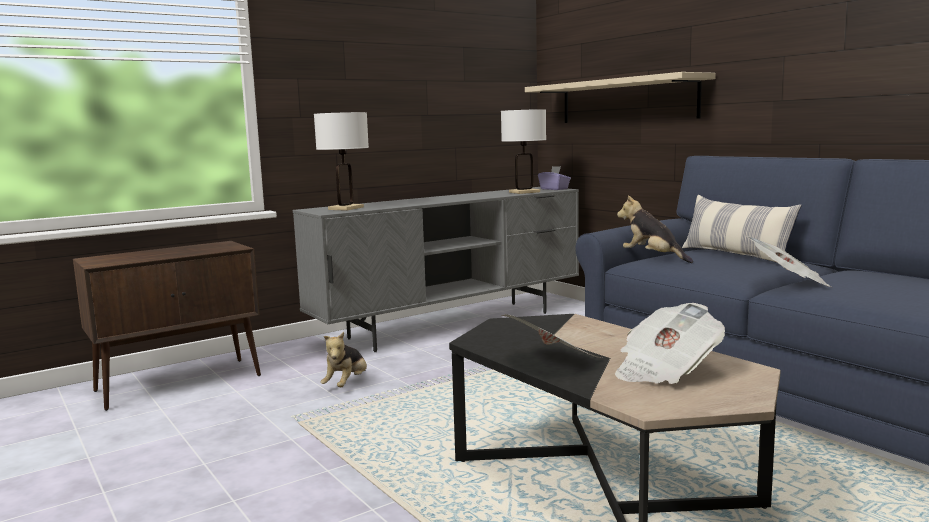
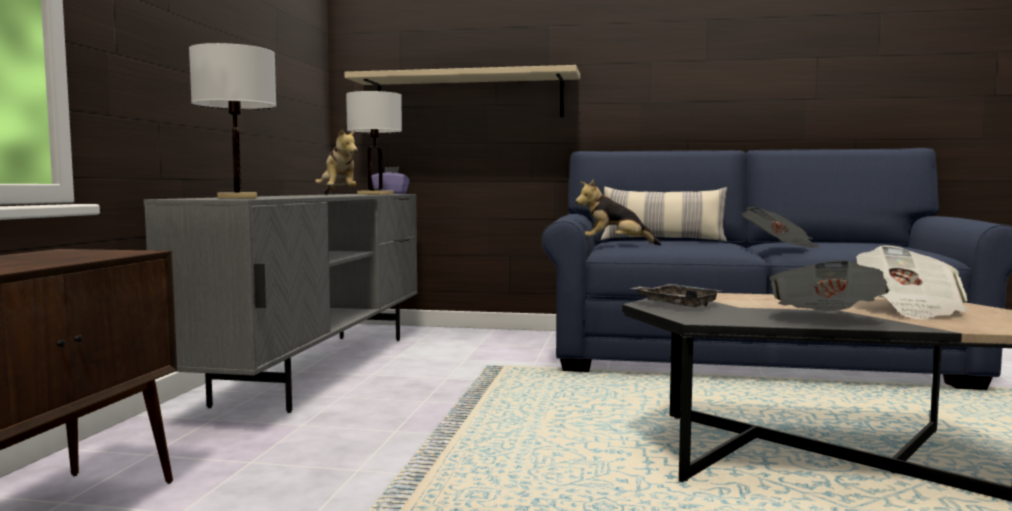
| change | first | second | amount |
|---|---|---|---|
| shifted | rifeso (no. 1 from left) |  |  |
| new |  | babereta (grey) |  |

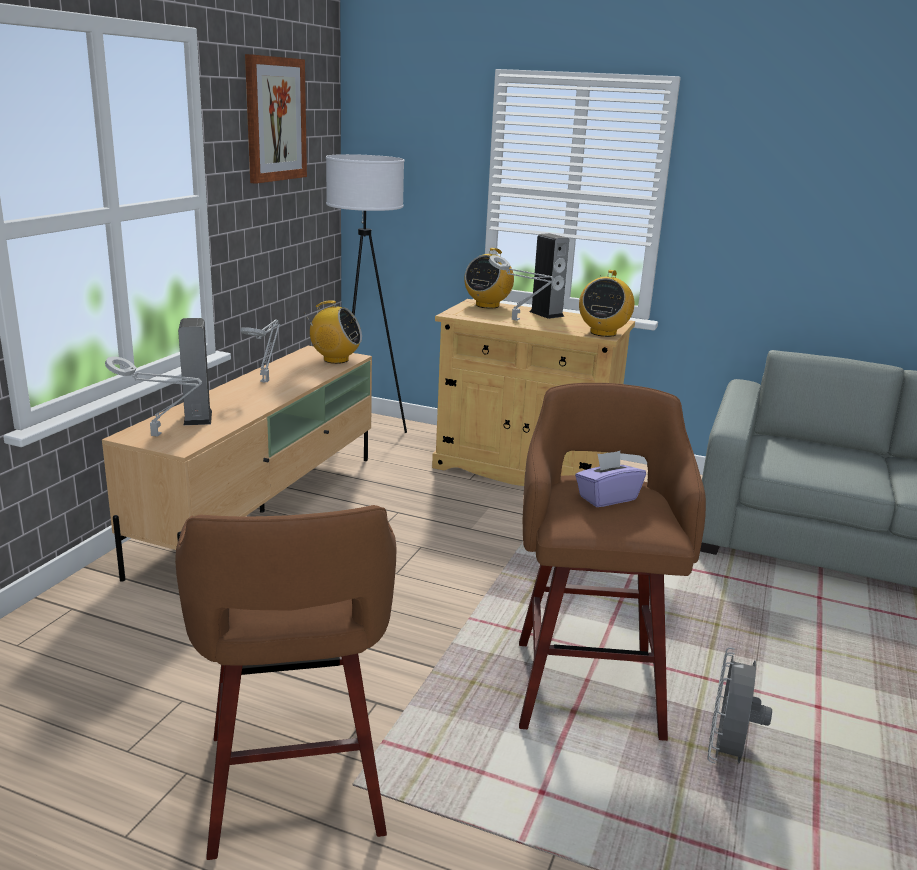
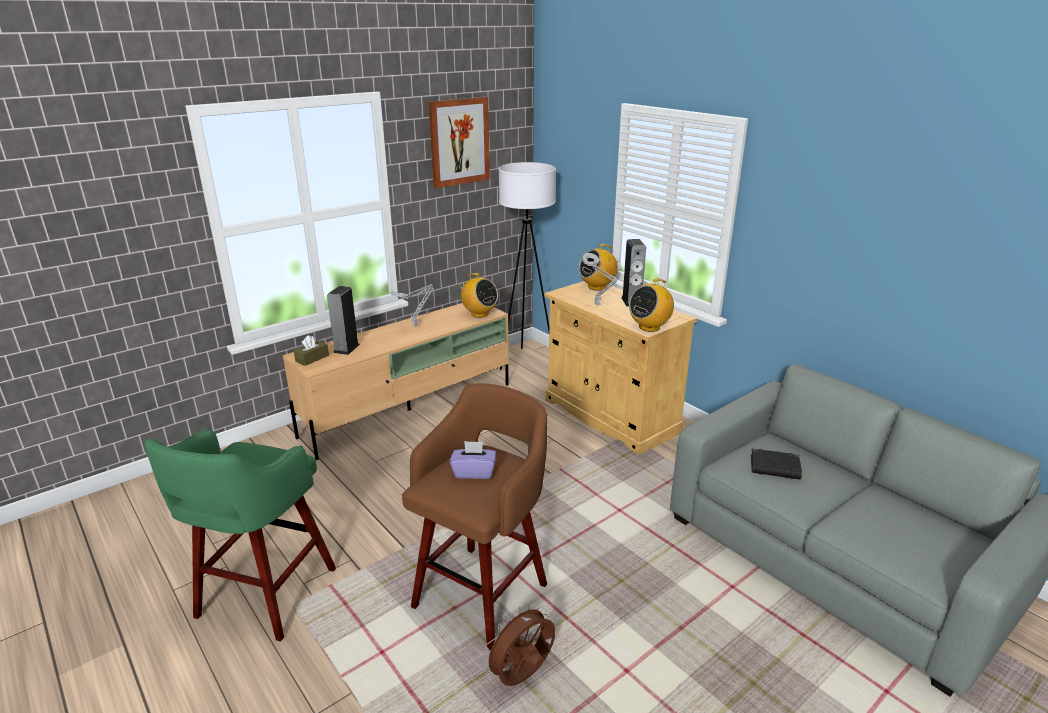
| change | first | second | amount |
|---|---|---|---|
| swapped | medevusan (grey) (no. 1 from left) | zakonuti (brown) |  |
| repainted | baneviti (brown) (no. 1 from left) | baneviti (green) |  |
| repainted | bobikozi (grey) | bobikozi (brown) |  |
| new |  | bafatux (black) |  |

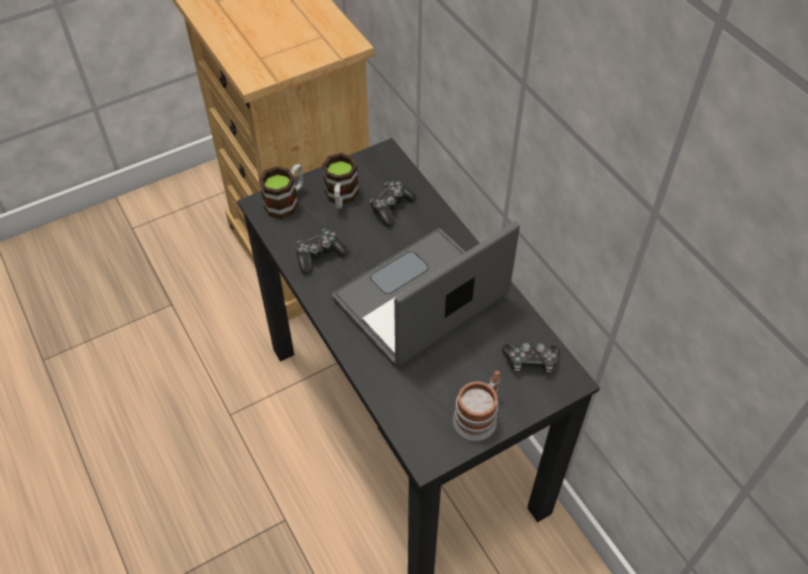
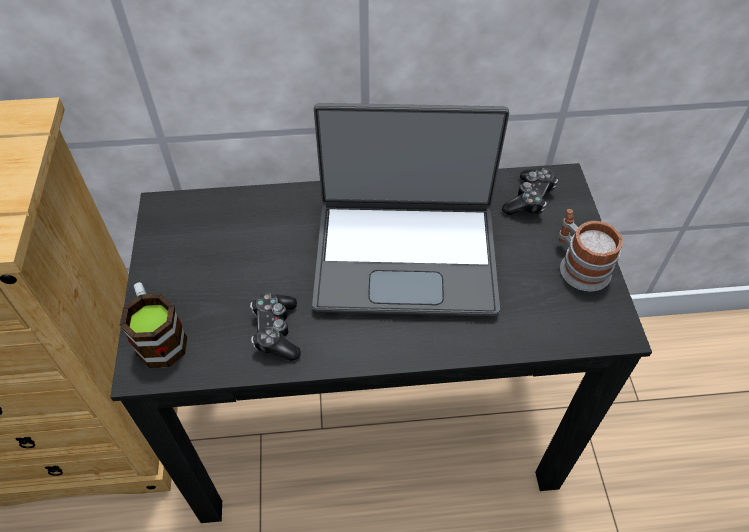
| change | first | second | amount |
|---|---|---|---|
| gone | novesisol (no. 2 from left) |  |  |
| gone | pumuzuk (no. 2 from left) |  |  |
| rotated | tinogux |  | 75 degrees counterclockwise |

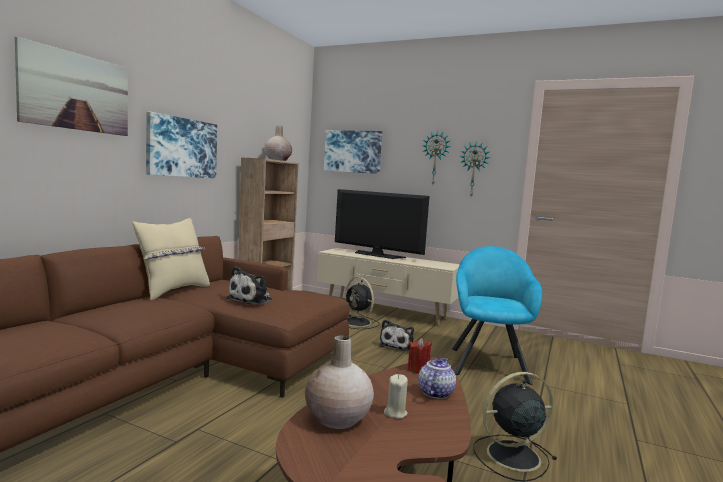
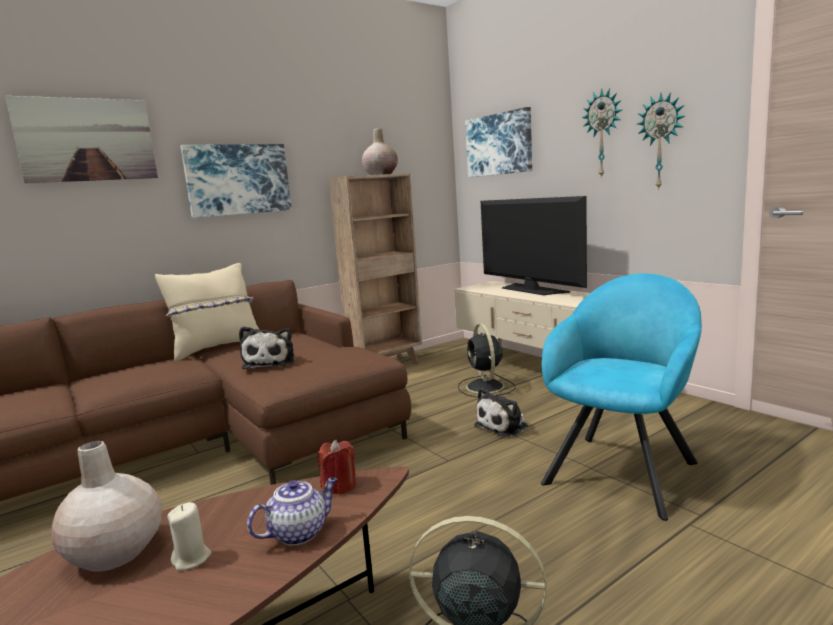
| change | first | second | amount |
|---|---|---|---|
| rotated | rifeso (no. 1 from left) |  | 60 degrees counterclockwise |

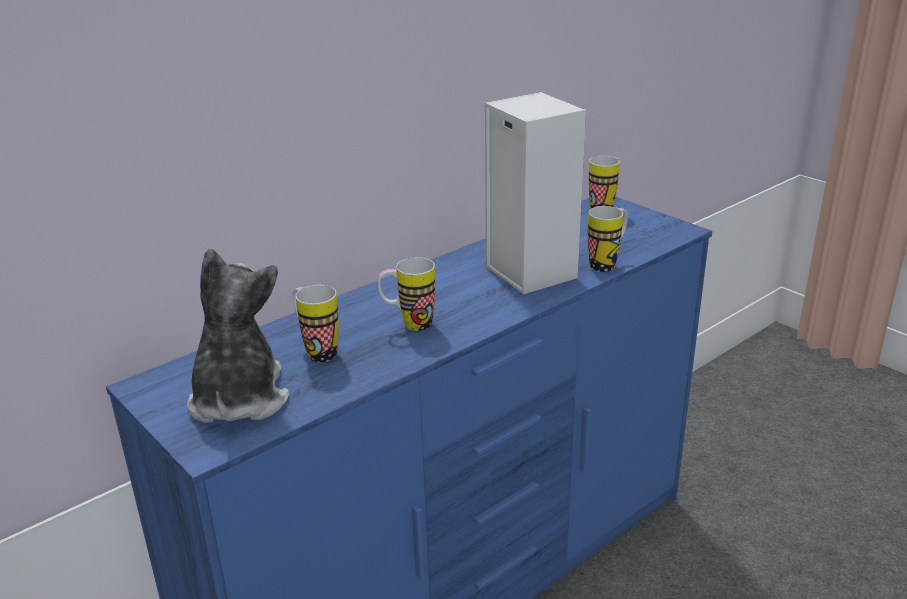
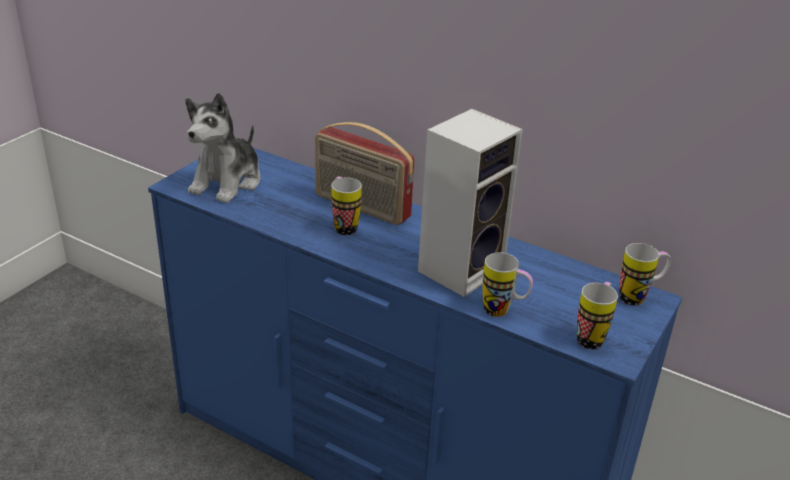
| change | first | second | amount |
|---|---|---|---|
| rotated | rifeso |  | 135 degrees clockwise |
| shifted | novesisol (no. 1 from left in the first image) | novesisol (no. 3 from left) |  |
| new |  | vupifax |  |

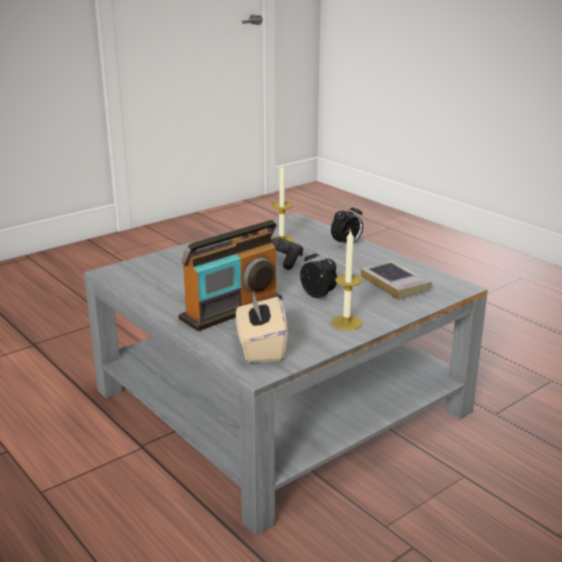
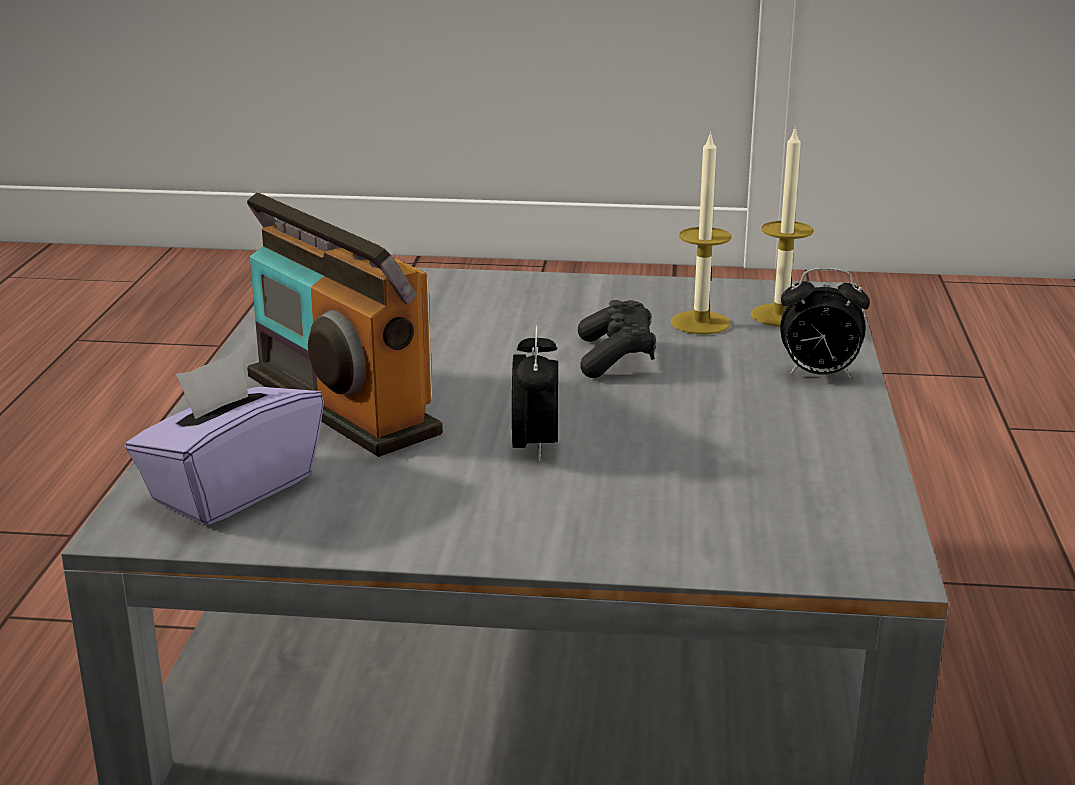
| change | first | second | amount |
|---|---|---|---|
| rotated | vupifax |  | 45 degrees clockwise |
| shifted | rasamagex (no. 2 from left) |  |  |
| gone | bafatux |  |  |
| repainted | zakonuti (beige) | zakonuti (purple) |  |

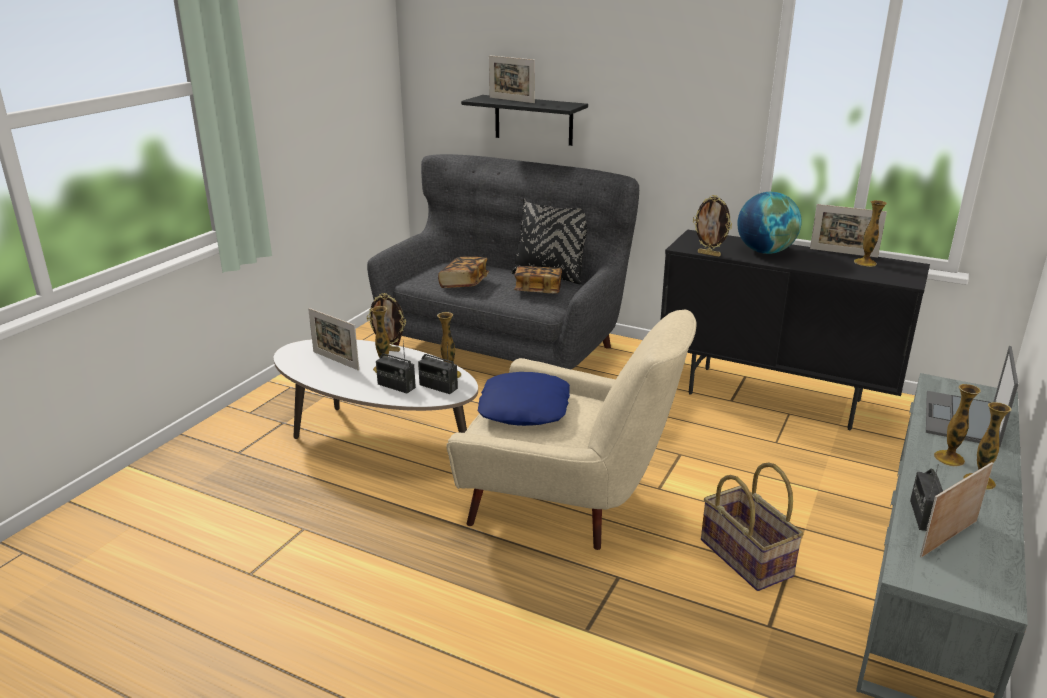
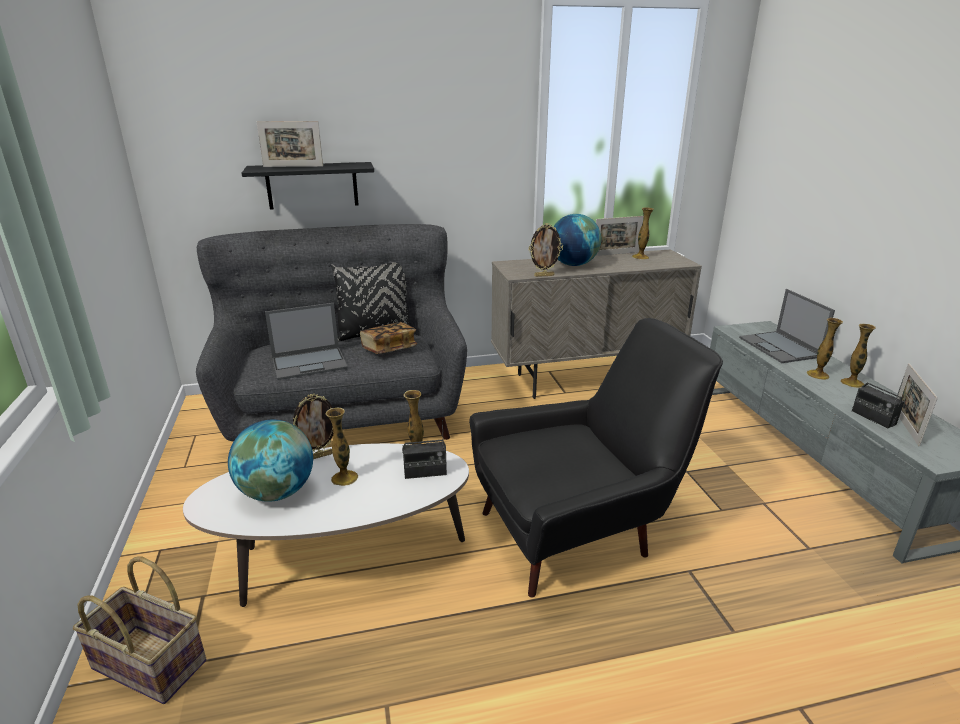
| change | first | second | amount |
|---|---|---|---|
| repainted | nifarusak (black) | nifarusak (beige) |  |
| swapped | bafatux (no. 1 from left) | tinogux (no. 1 from left) |  |
| swapped | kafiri (no. 1 from left) | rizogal (no. 1 from left) |  |
| repainted | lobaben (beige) | lobaben (black) |  |
| gone | vupifax (no. 1 from left) |  |  |
| gone | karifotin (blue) |  |  |
| shifted | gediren |  |  |

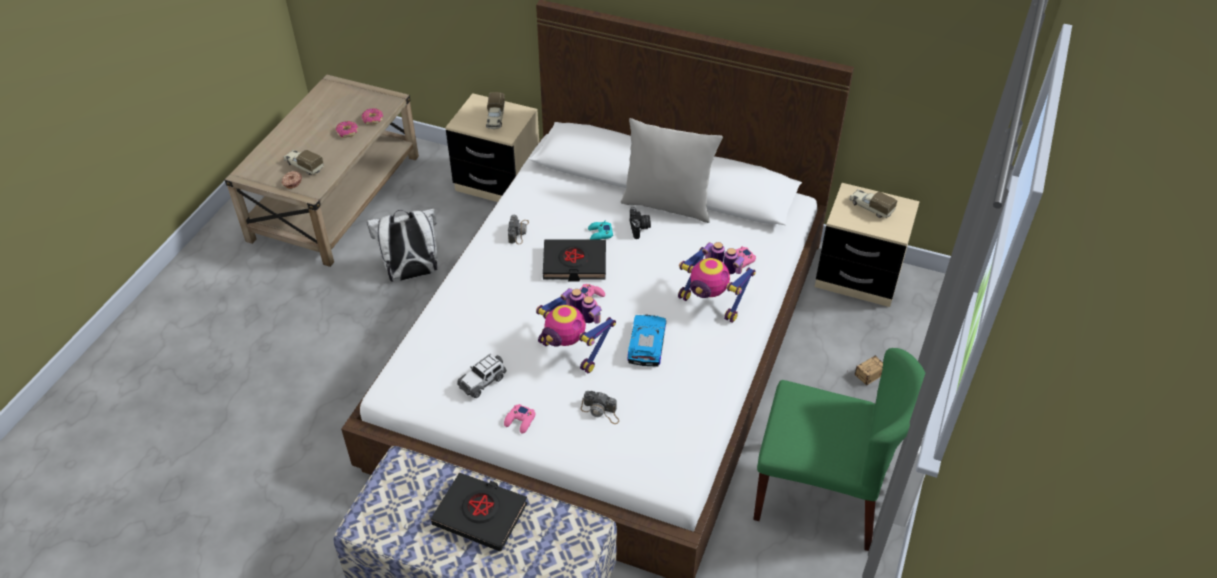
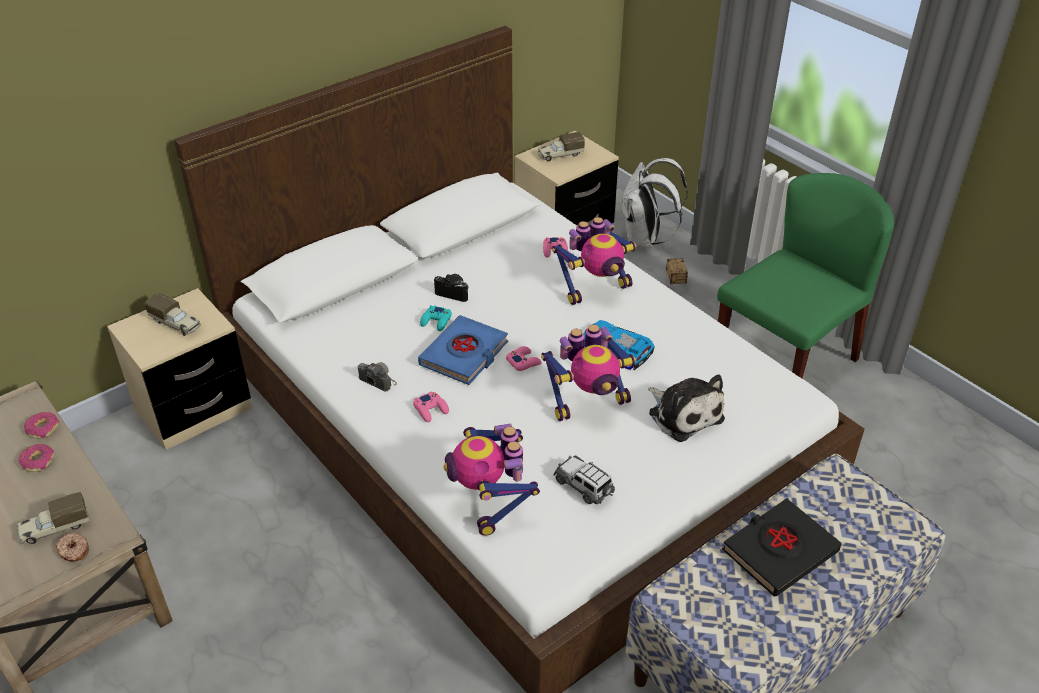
| change | first | second | amount |
|---|---|---|---|
| gone | karifotin (grey) |  |  |
| shifted | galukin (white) |  |  |
| repainted | bafatux (black) (no. 2 from left) | bafatux (blue) |  |
| rotated | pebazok (no. 1 from left) |  | 150 degrees clockwise |
| swapped | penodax (no. 2 from left) | rifeso |  |
| shifted | pumuzuk (pink) (no. 1 from left) |  |  |
| new |  | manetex (no. 1 from left) |  |

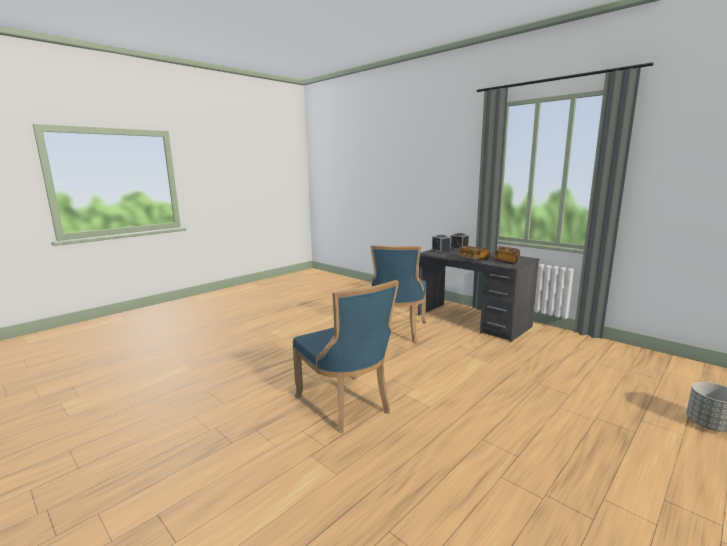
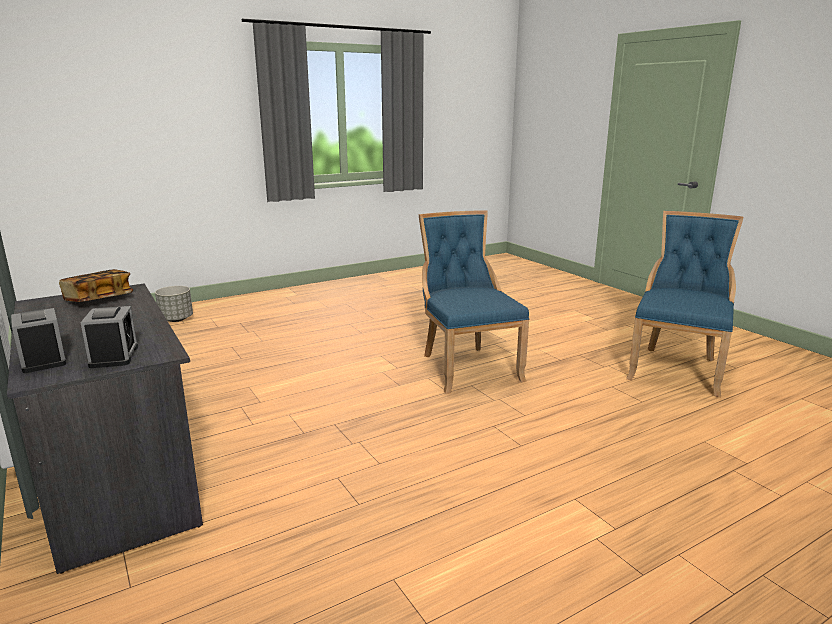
| change | first | second | amount |
|---|---|---|---|
| shifted | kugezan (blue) (no. 2 from left) |  |  |
| gone | bafatux (no. 1 from left) |  |  |

